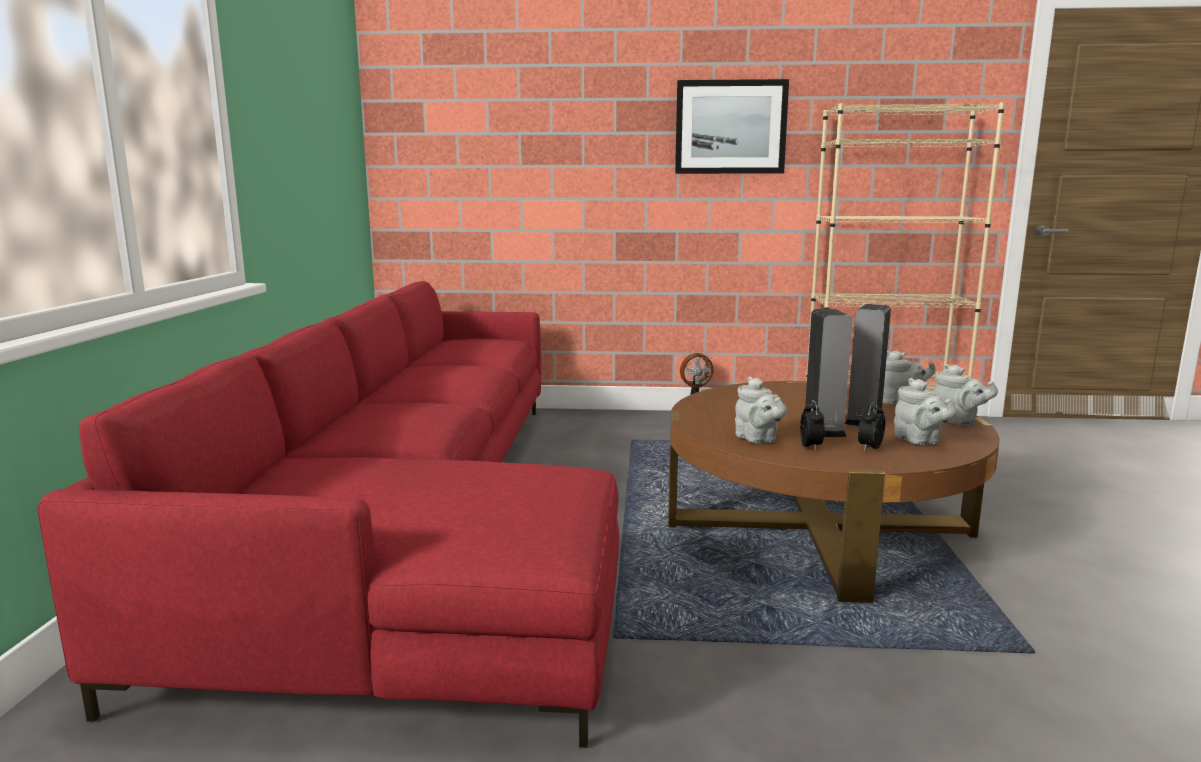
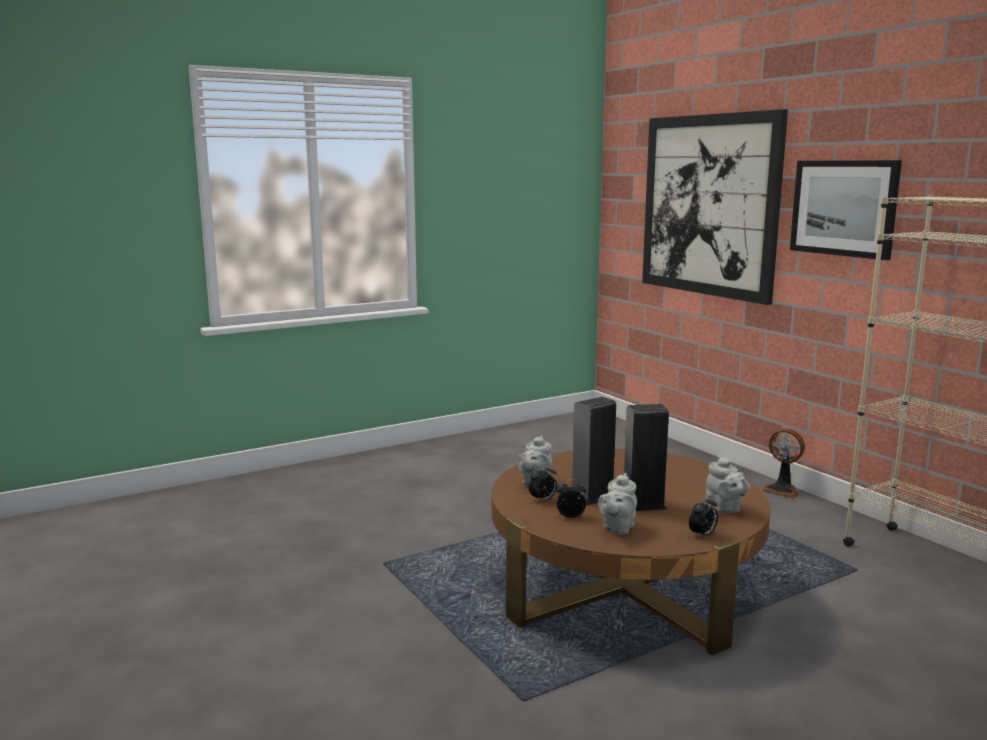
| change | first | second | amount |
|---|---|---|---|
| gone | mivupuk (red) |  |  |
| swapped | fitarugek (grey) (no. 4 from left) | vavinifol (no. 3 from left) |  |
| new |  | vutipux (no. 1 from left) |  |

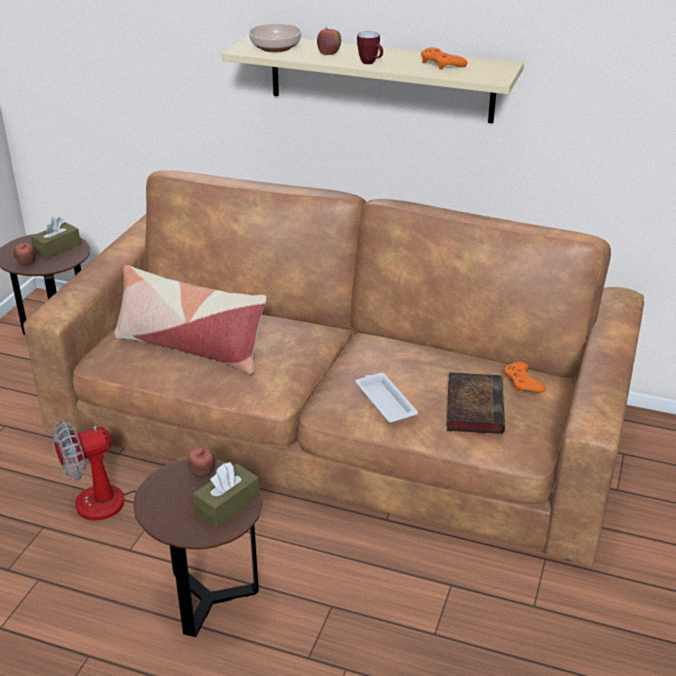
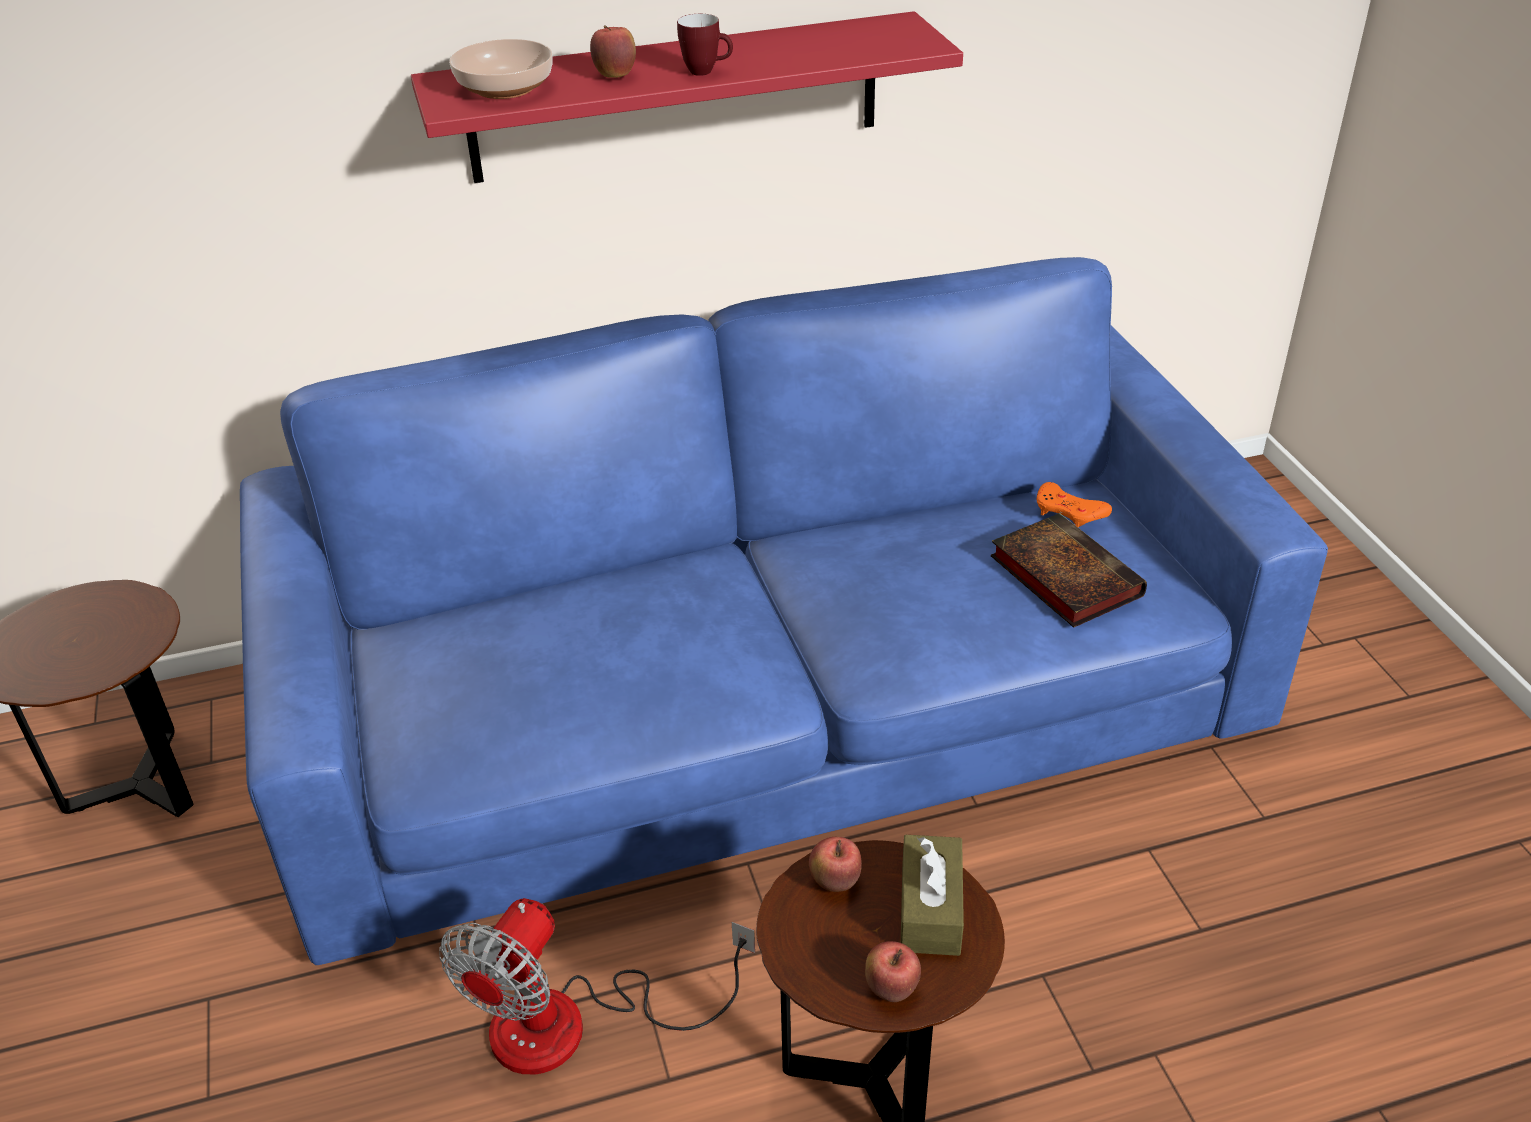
| change | first | second | amount |
|---|---|---|---|
| repainted | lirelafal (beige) | lirelafal (red) |  |
| gone | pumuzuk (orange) (no. 1 from left) |  |  |
| repainted | mivupuk (brown) | mivupuk (blue) |  |
| gone | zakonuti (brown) (no. 1 from left) |  |  |
| shifted | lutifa (no. 1 from left in the first image) | lutifa (no. 3 from left) |  |
| gone | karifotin |  |  |
| gone | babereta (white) |  |  |

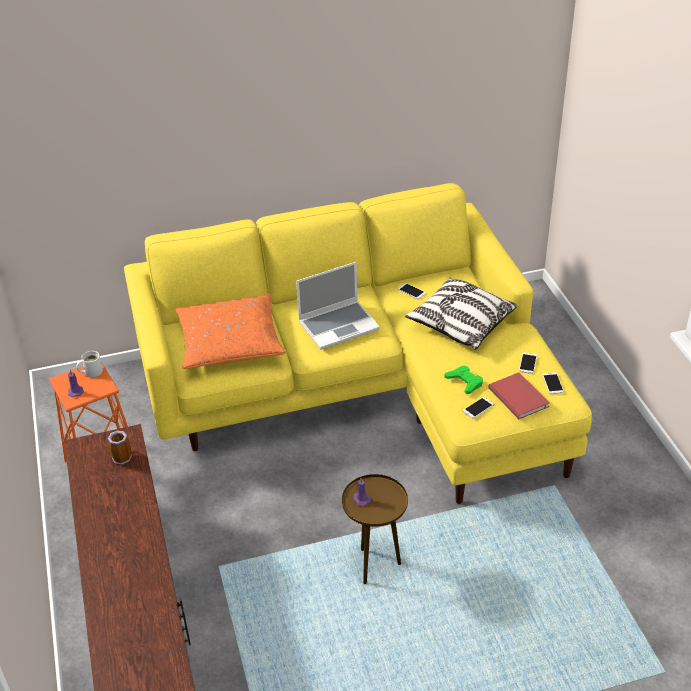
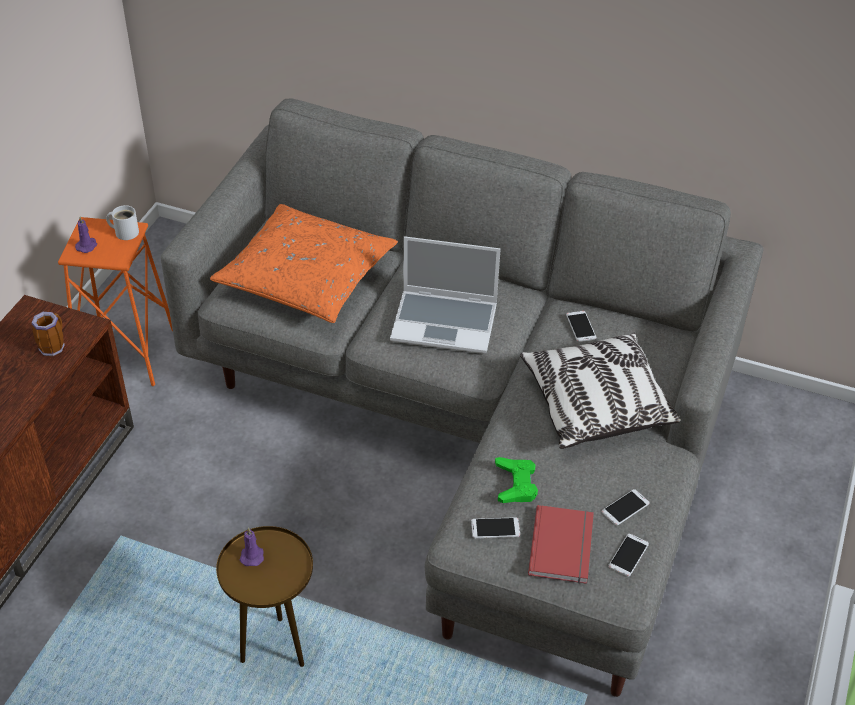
| change | first | second | amount |
|---|---|---|---|
| repainted | mivupuk (yellow) | mivupuk (grey) |  |

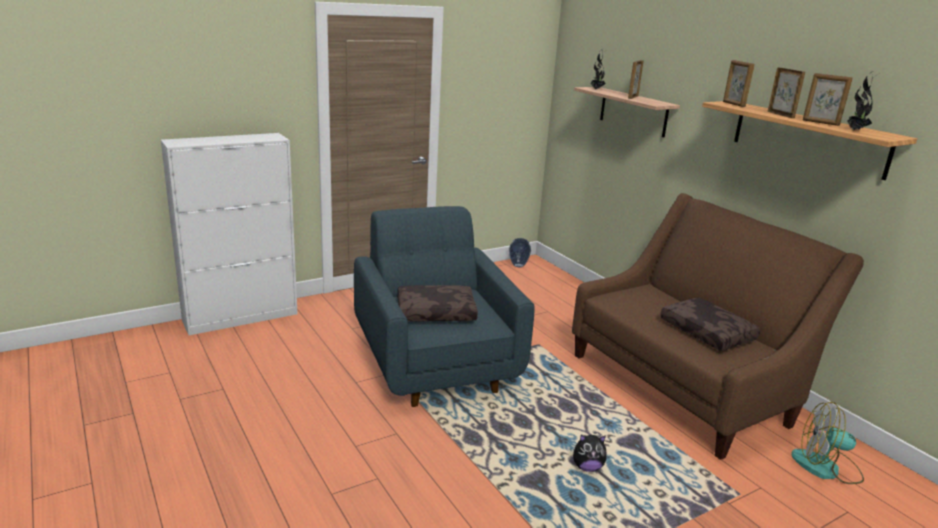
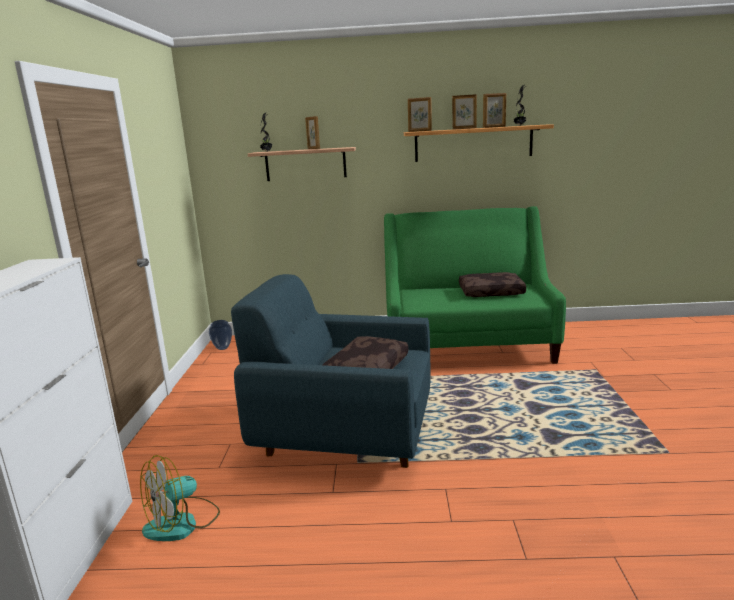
| change | first | second | amount |
|---|---|---|---|
| repainted | mivupuk (brown) | mivupuk (green) |  |
| shifted | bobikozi |  |  |
| gone | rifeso |  |  |

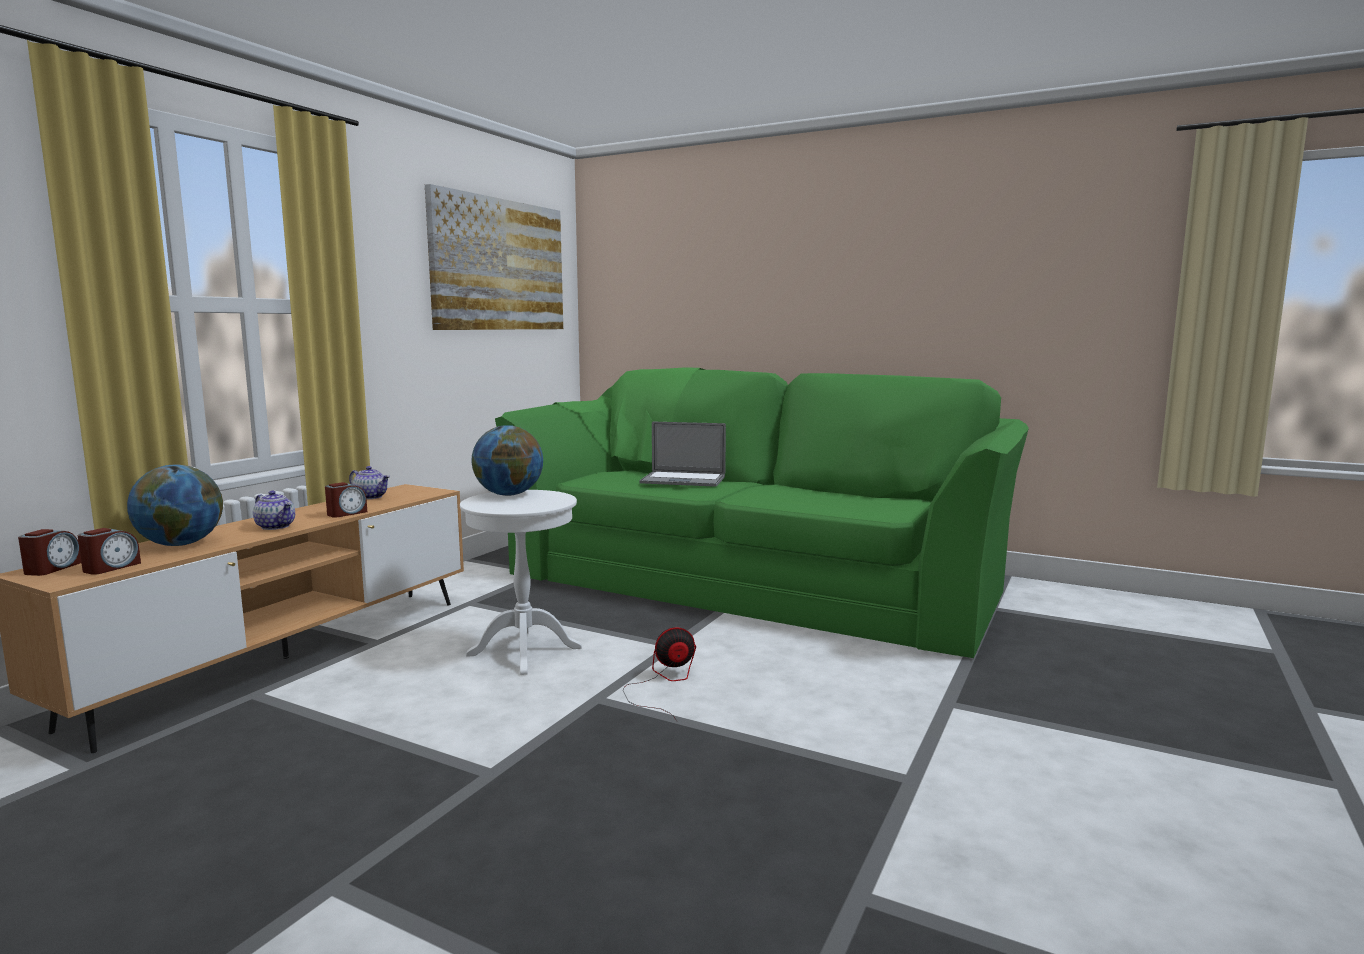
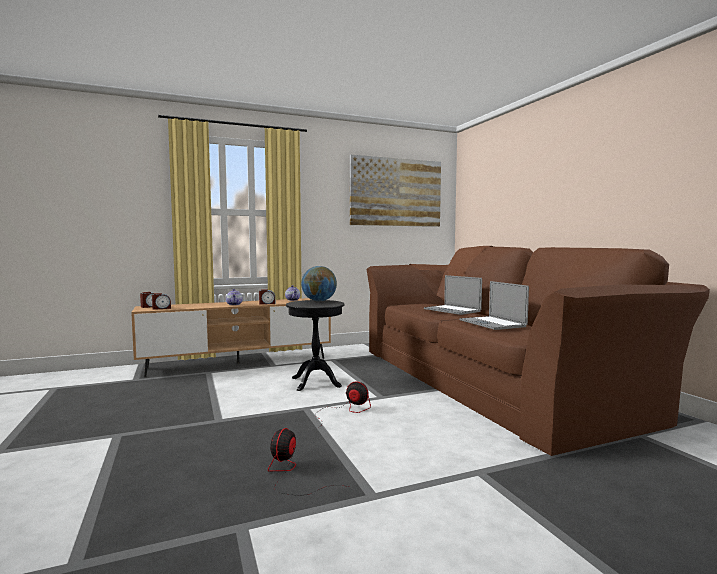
| change | first | second | amount |
|---|---|---|---|
| repainted | mivupuk (green) | mivupuk (brown) |  |
| gone | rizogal (no. 1 from left) |  |  |
| repainted | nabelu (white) | nabelu (black) |  |
| new |  | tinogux (no. 2 from left) |  |
| new |  | bobikozi (no. 1 from left) |  |

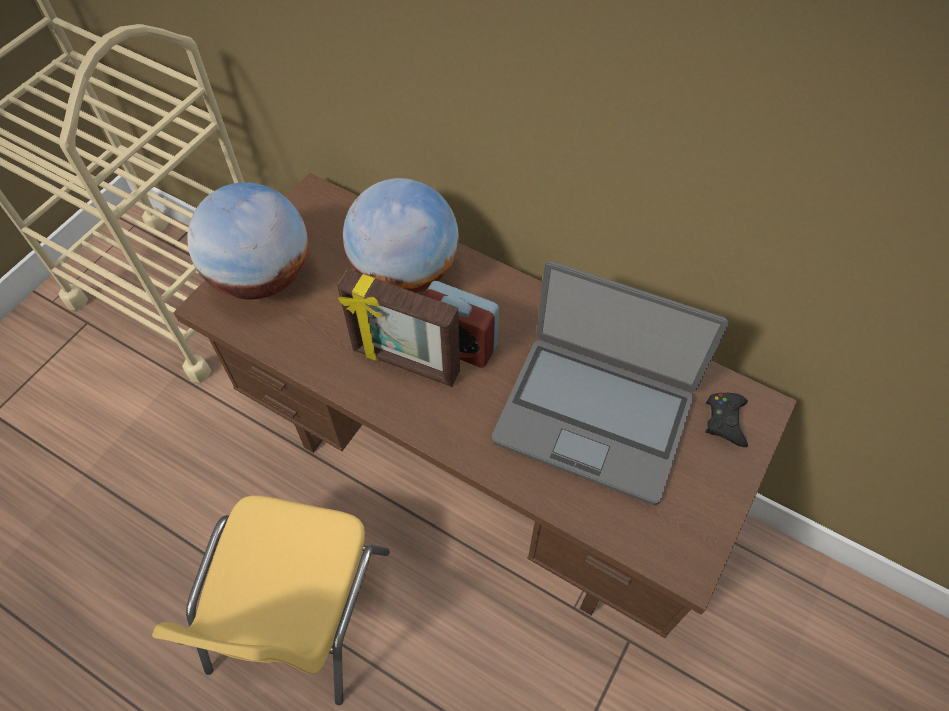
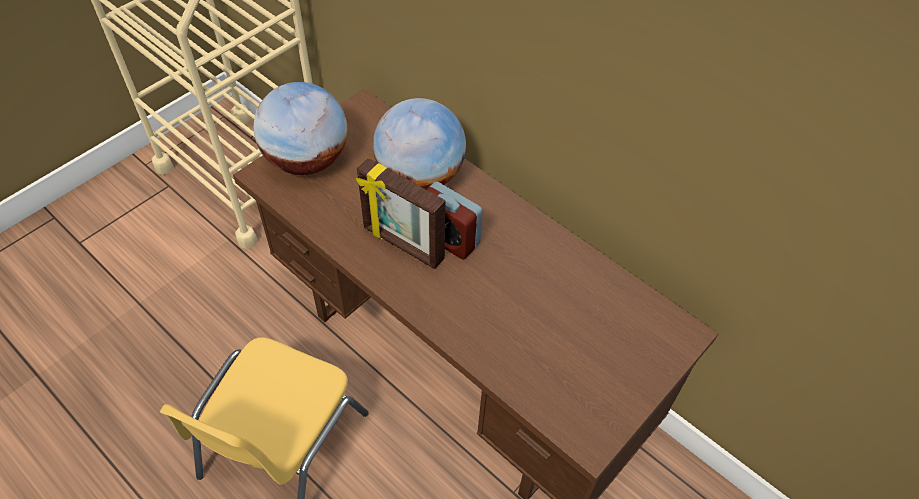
| change | first | second | amount |
|---|---|---|---|
| gone | tinogux |  |  |
| gone | pumuzuk (black) |  |  |

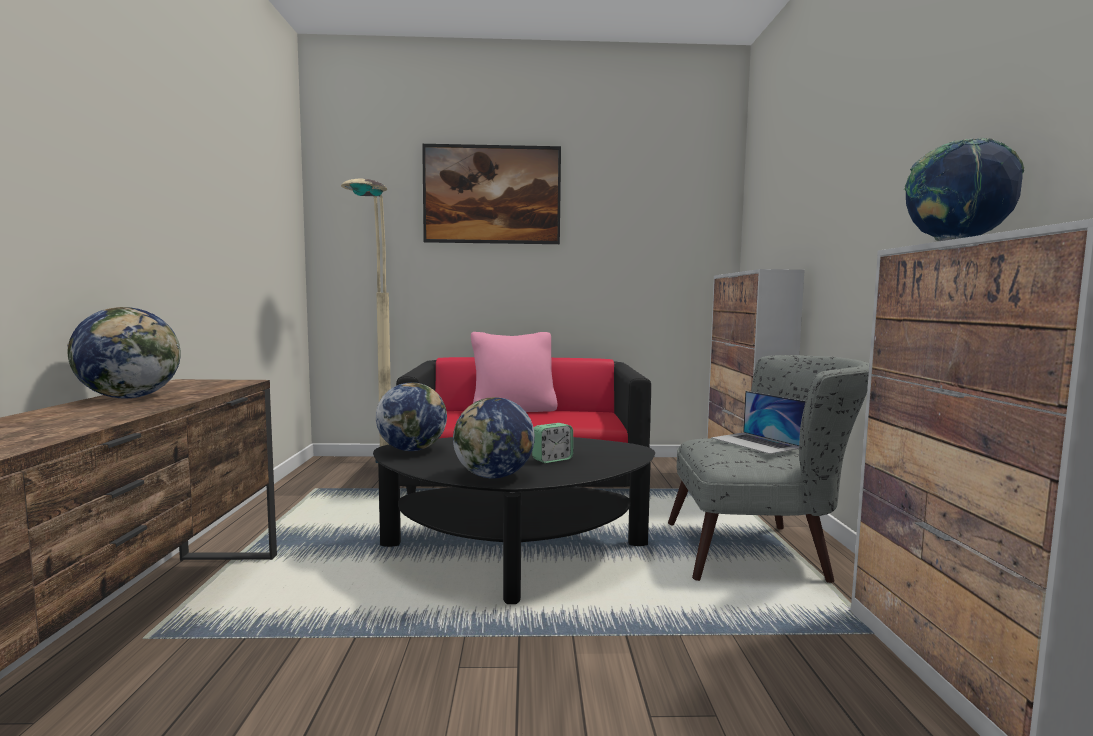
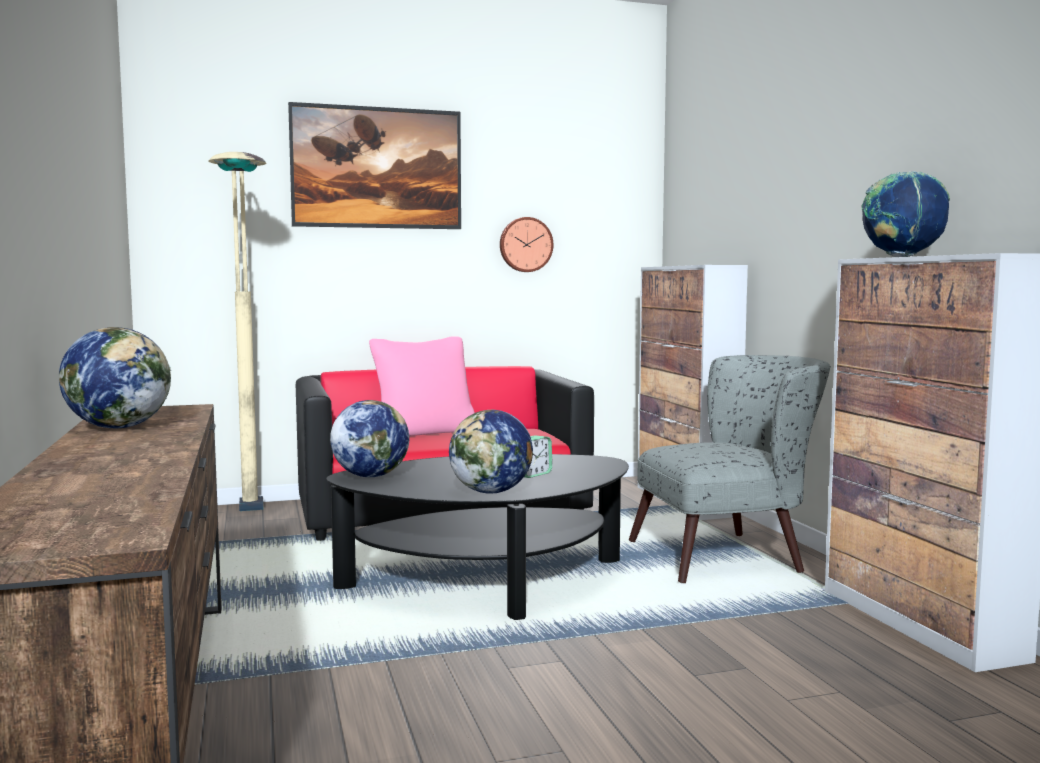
| change | first | second | amount |
|---|---|---|---|
| gone | tinogux |  |  |
| new |  | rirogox |  |

